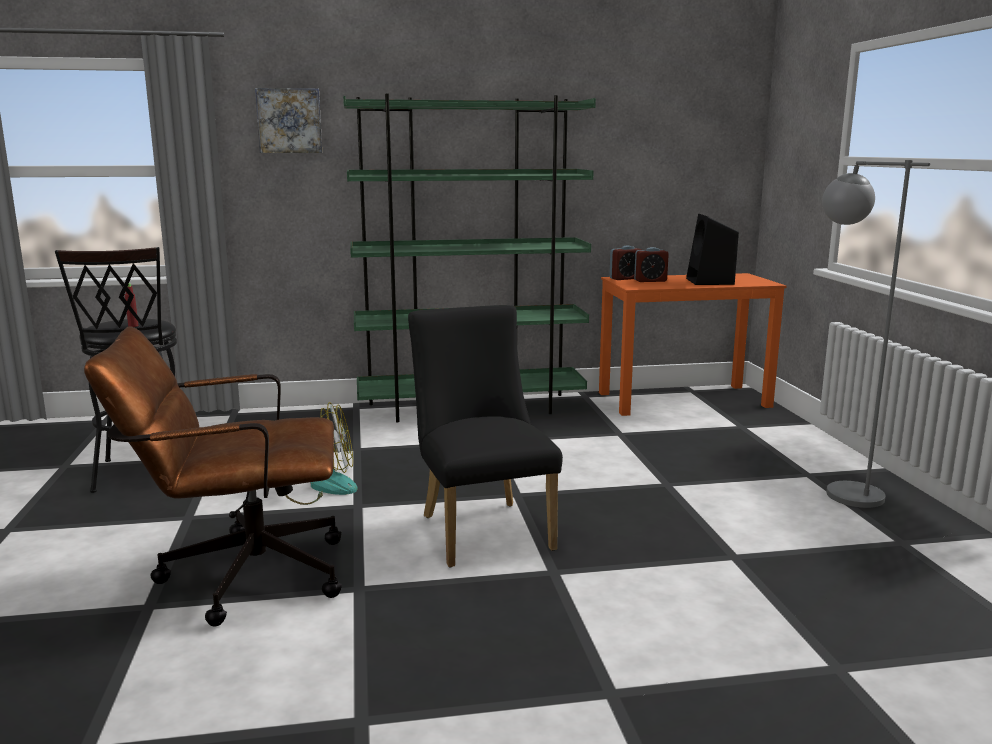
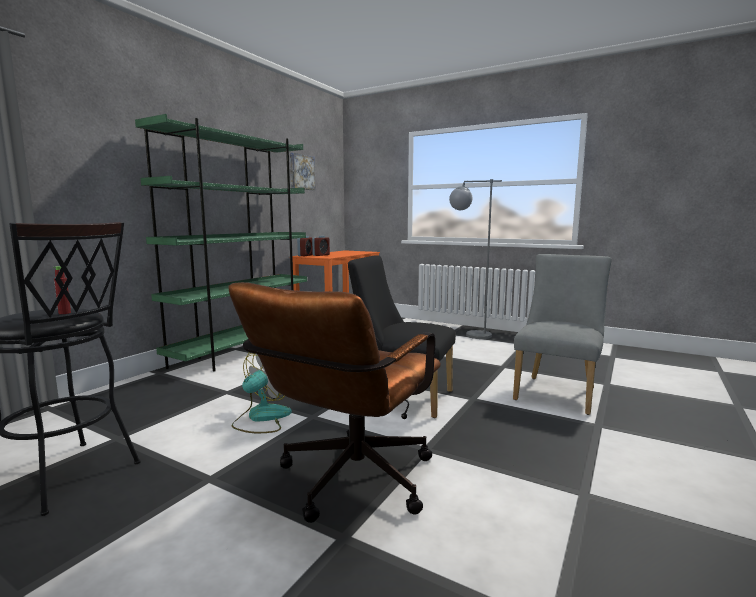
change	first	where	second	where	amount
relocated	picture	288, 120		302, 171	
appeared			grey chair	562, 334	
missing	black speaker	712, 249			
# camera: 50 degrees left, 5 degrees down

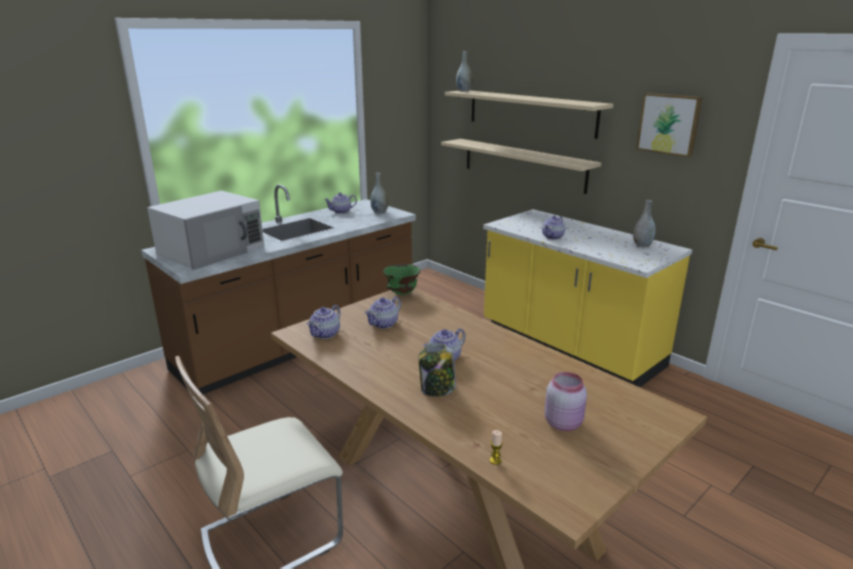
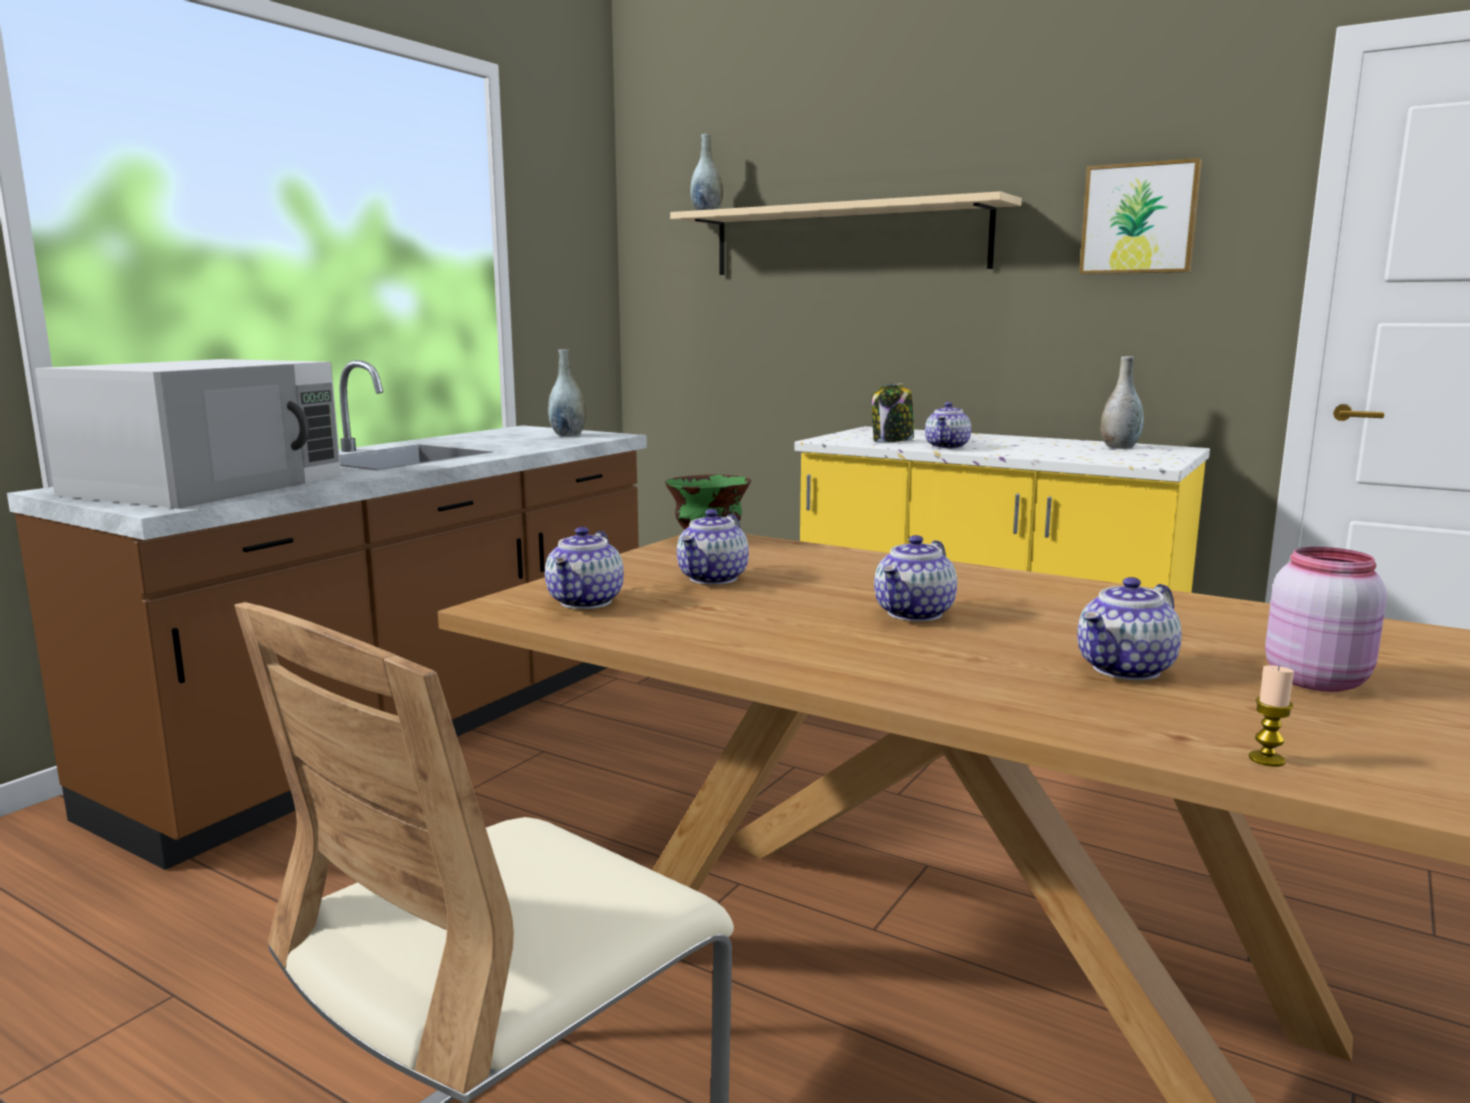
change	first	where	second	where	amount
relocated	jar	437, 370		892, 413	
relocated	teapot	340, 203		1129, 628	
missing	beige shelf	521, 166			
# camera: 15 degrees left, 10 degrees down

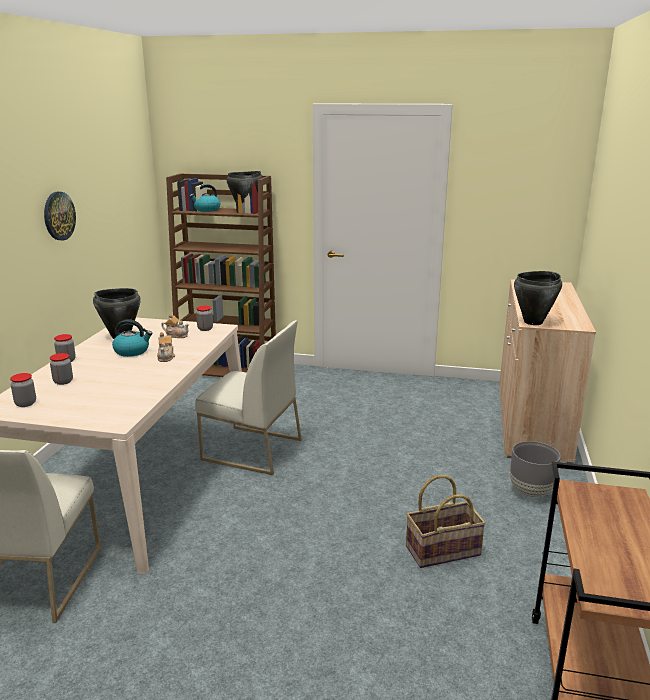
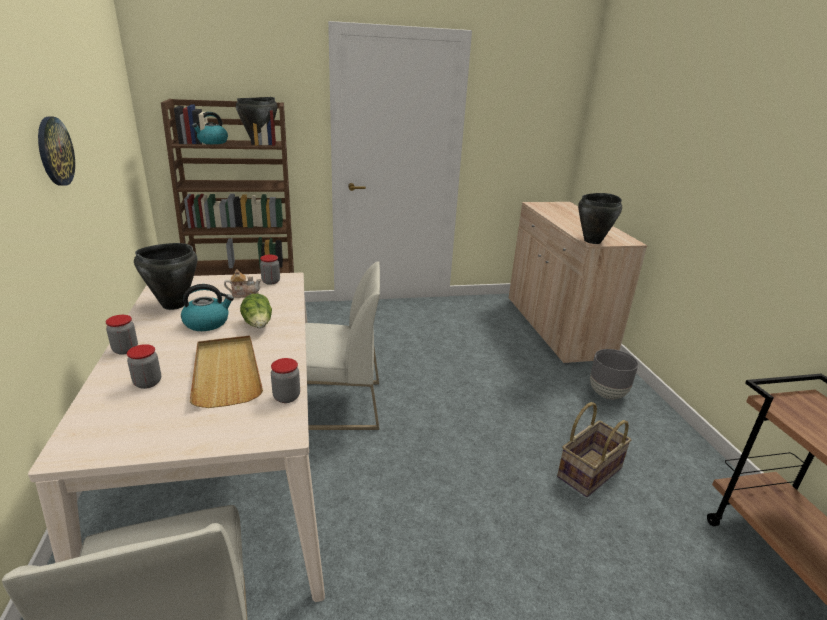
change	first	where	second	where	amount
appeared			beige tray	226, 371	
exchanged	teapot	166, 347	lettuce	256, 310	
relocated	jar	23, 390		285, 380	
# camera: 25 degrees left, 5 degrees up

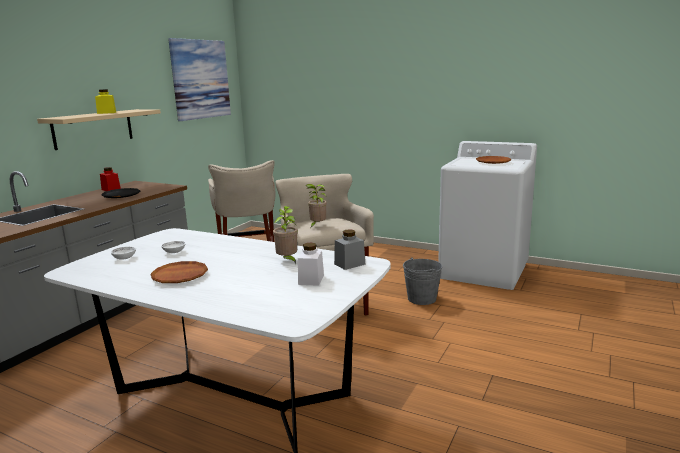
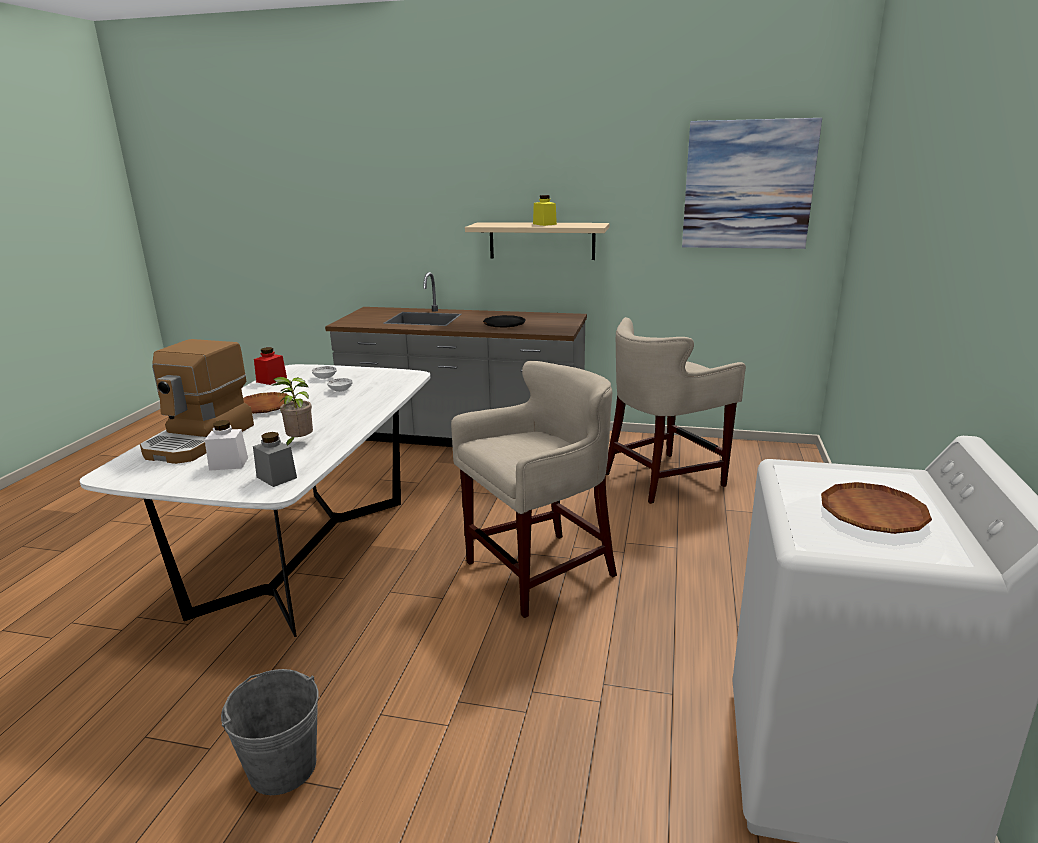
change	first	where	second	where	amount
appeared			coffee machine	197, 401	
relocated	grey bucket	423, 281		270, 732	
relocated	red jar	110, 179		270, 366	
missing	potted plant	316, 205			
# camera: 75 degrees right, 5 degrees up

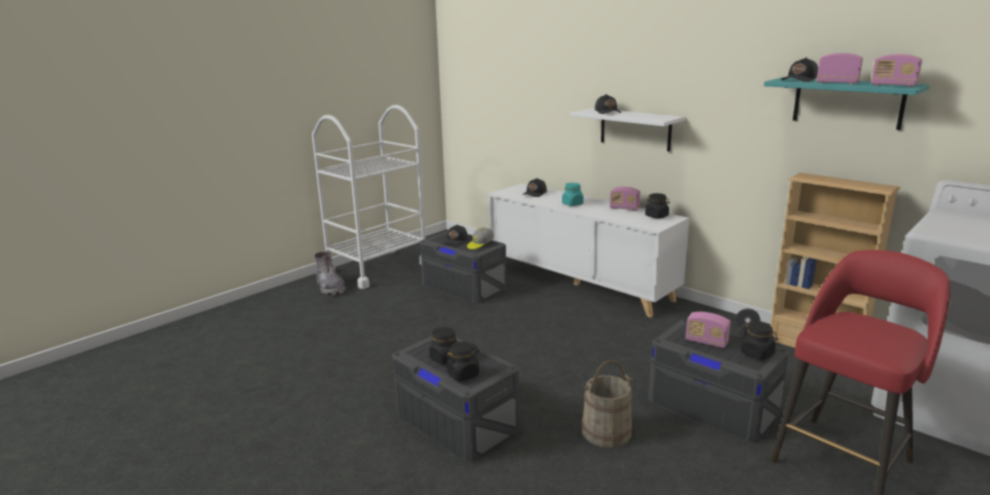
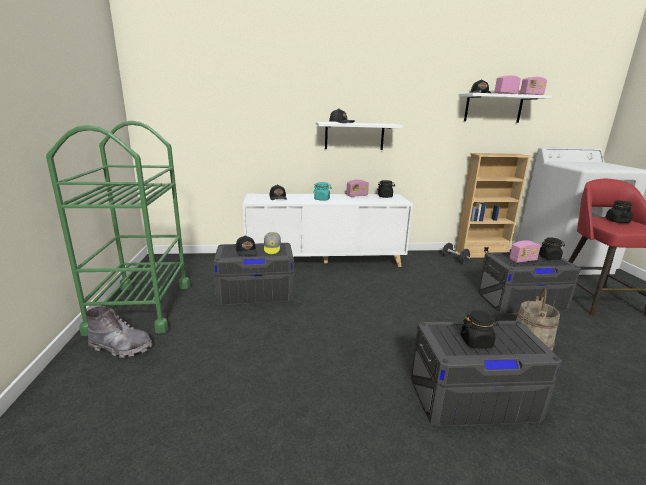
change	first	where	second	where	amount
colour	white cart	369, 197	green cart	118, 228	
colour	turquoise shelf	847, 103	white shelf	505, 108	
relocated	black jar	462, 361		619, 211	
# camera: 50 degrees left, 0 degrees up

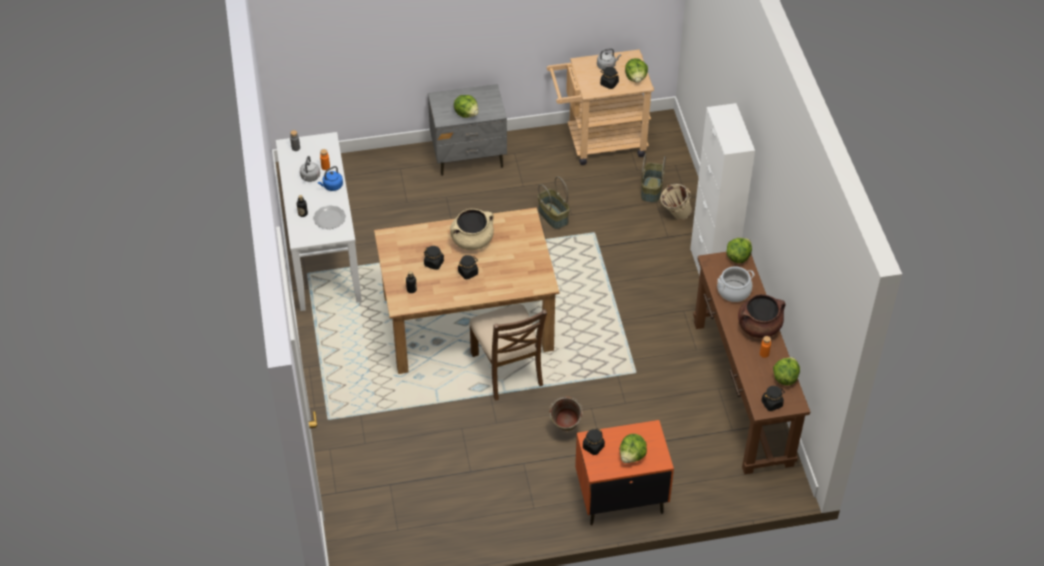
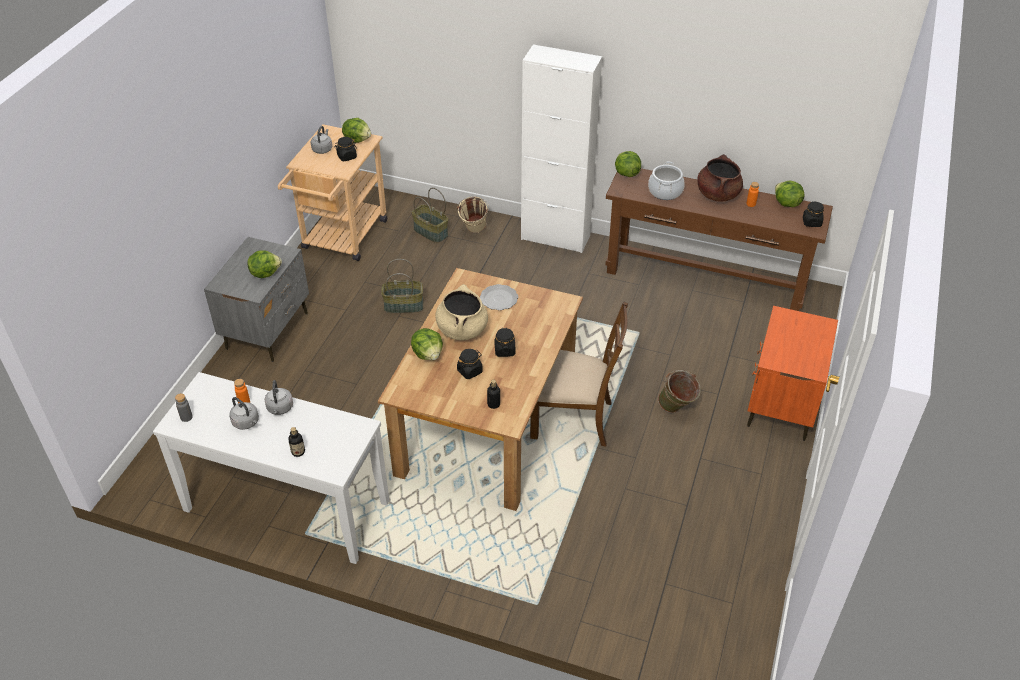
change	first	where	second	where	amount
colour	blue kettle	330, 178	grey kettle	279, 397	
relocated	lettuce	633, 448		427, 344	
relocated	plate	329, 217		499, 297	
missing	black jar	594, 441			
# camera: 60 degrees left, 5 degrees down

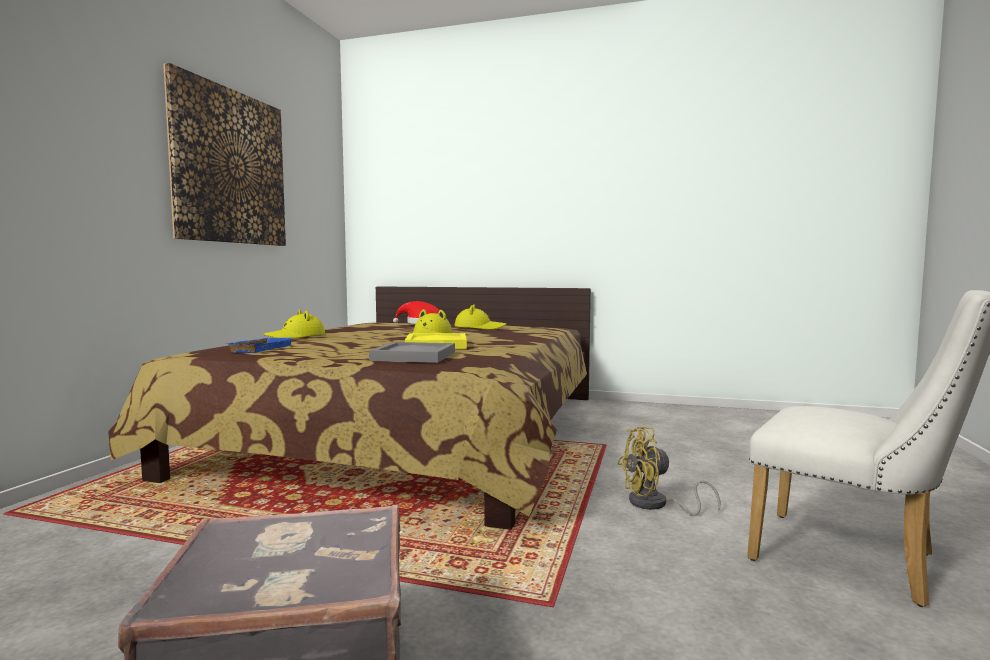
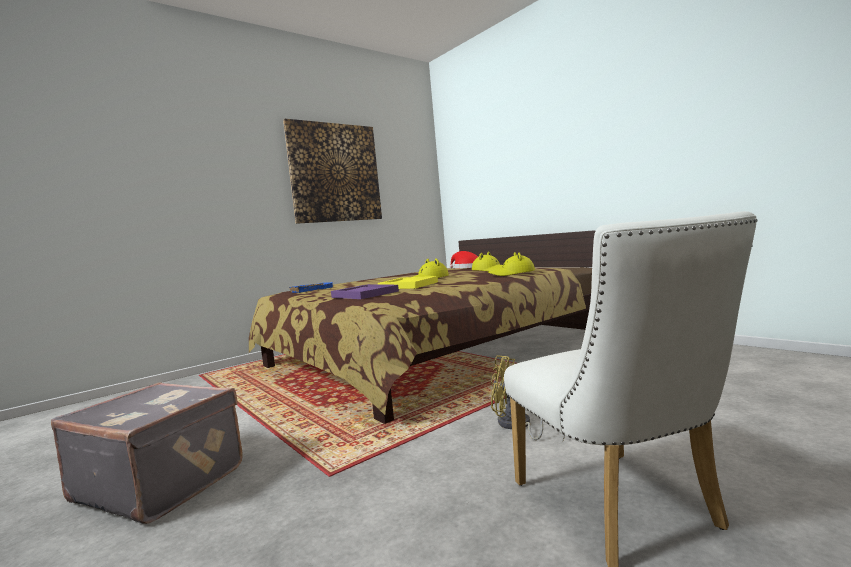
change	first	where	second	where	amount
colour	grey tray	412, 352	purple tray	365, 291	
relocated	yellow hat	294, 324		511, 264	
# camera: 35 degrees right, 0 degrees up

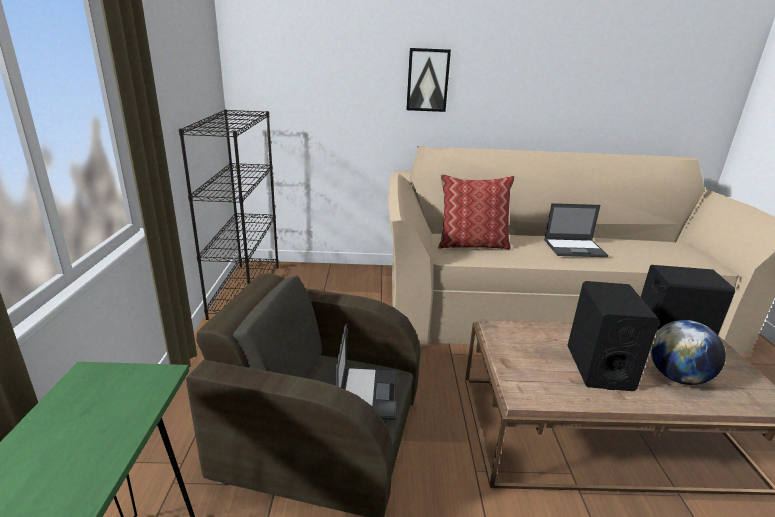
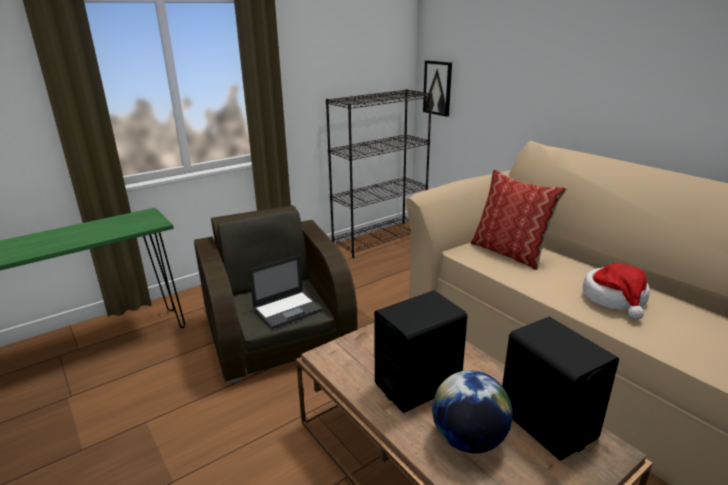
change	first	where	second	where	amount
relocated	picture	428, 80		437, 88	
exchanged	laptop	576, 230	hat	616, 291	
# camera: 55 degrees right, 0 degrees up

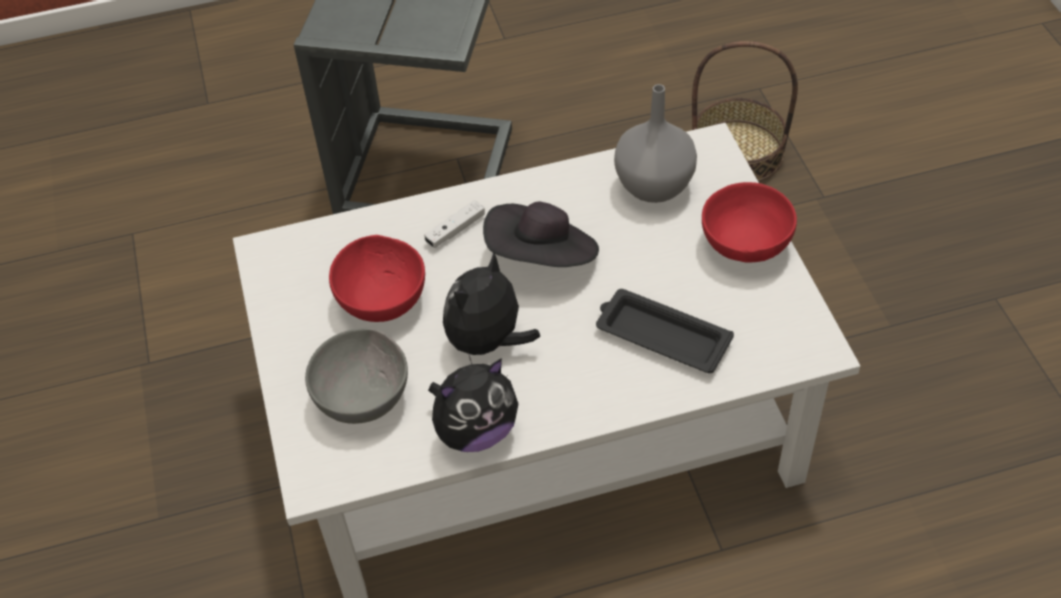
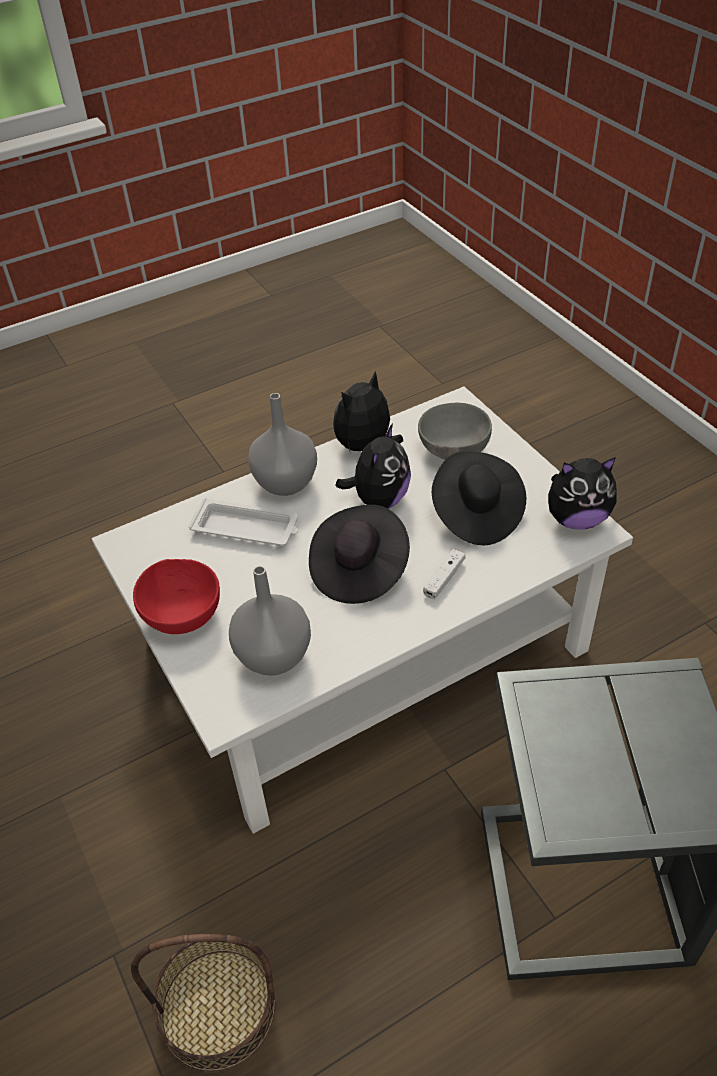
change	first	where	second	where	amount
colour	black tray	665, 331	white tray	243, 522	
appeared			grey vase	282, 444	
exchanged	red bowl	377, 278	black hat	479, 498	
appeared			plush toy	582, 493	
# camera: 165 degrees right, 5 degrees down

